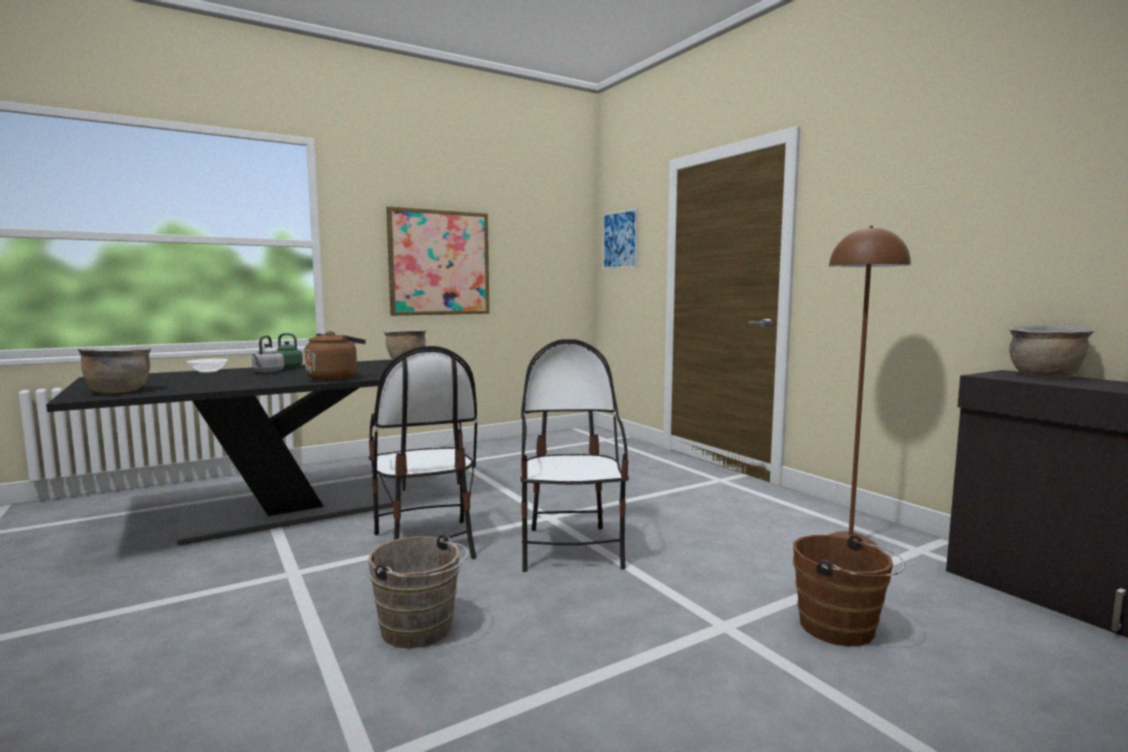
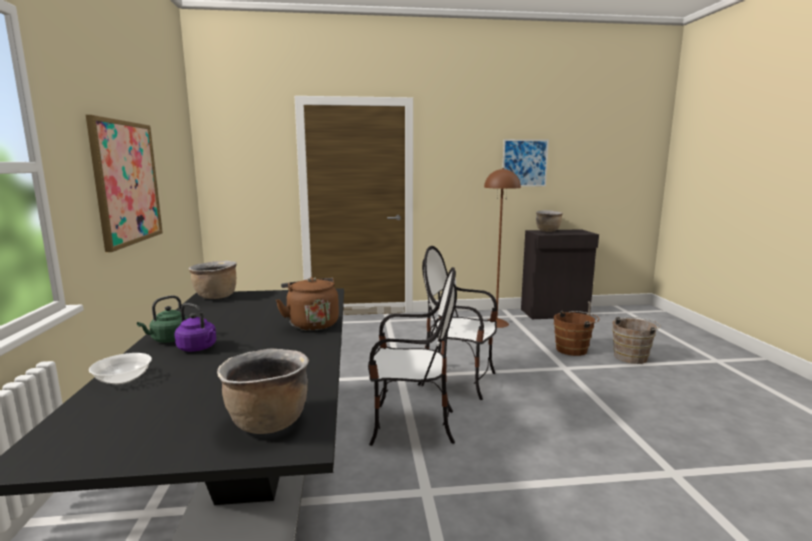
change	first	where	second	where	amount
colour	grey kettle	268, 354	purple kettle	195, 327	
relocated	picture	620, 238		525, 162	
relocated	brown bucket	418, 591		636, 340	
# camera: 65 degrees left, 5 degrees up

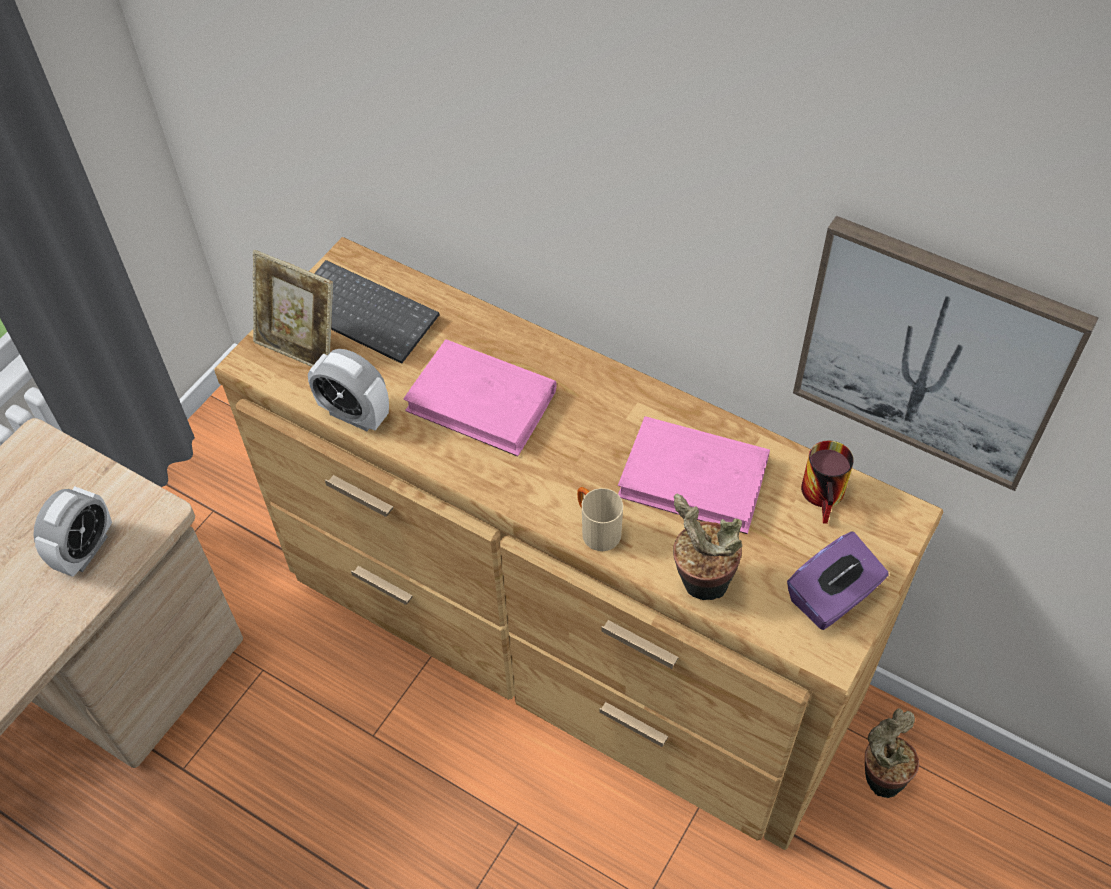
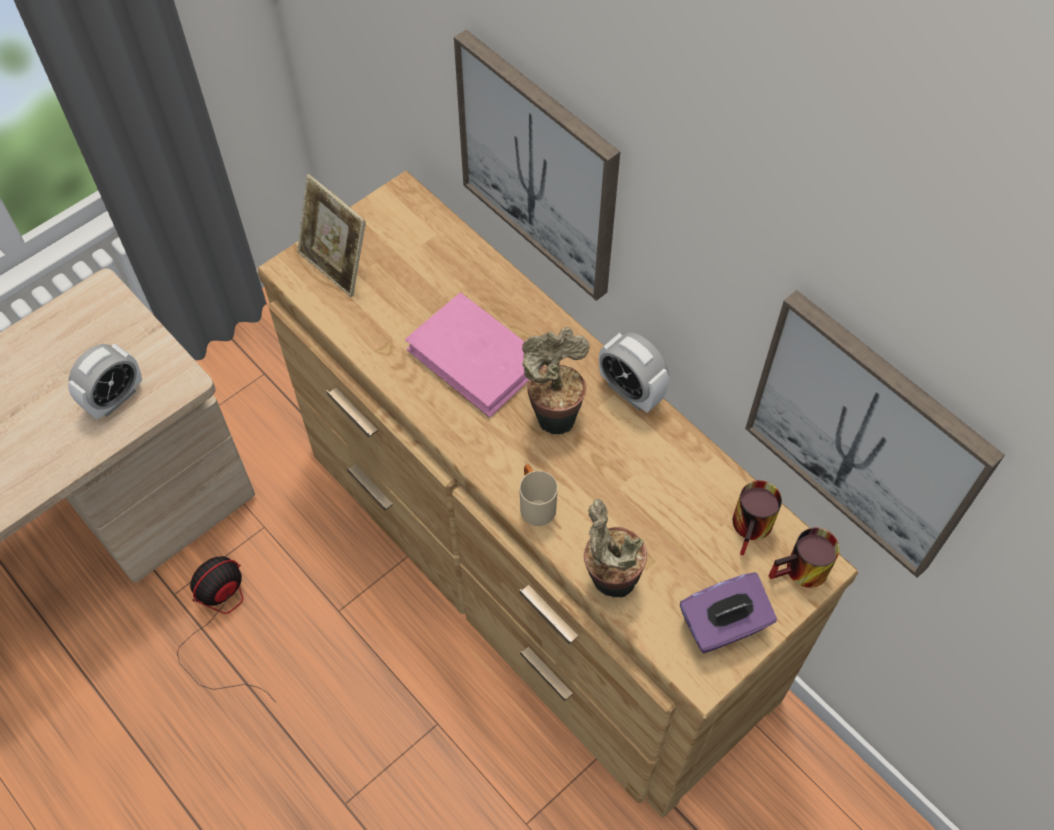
change	first	where	second	where	amount
appeared			fan	226, 628	
appeared			picture	537, 165	
relocated	potted plant	892, 753		556, 380	
relocated	alarm clock	348, 390		634, 372	
appeared			mug	804, 557	
missing	keyboard	376, 312			
missing	pink book	694, 475			
# camera: 15 degrees right, 5 degrees up

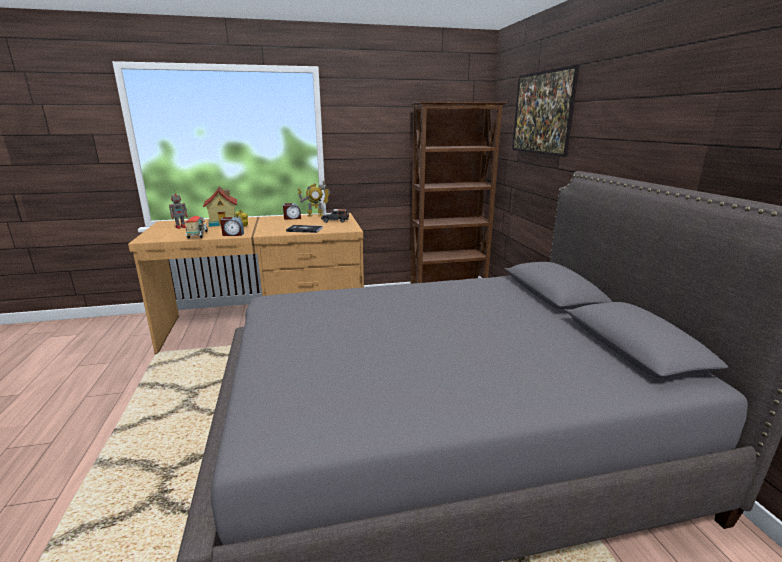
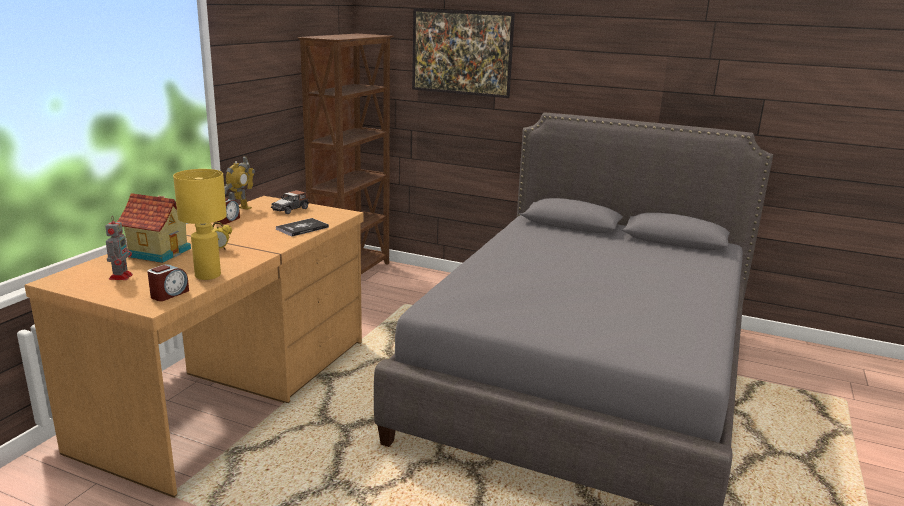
change	first	where	second	where	amount
relocated	alarm clock	232, 226		168, 282	
exchanged	toy truck	196, 227	yellow table lamp	200, 224	
# camera: 55 degrees left, 0 degrees up

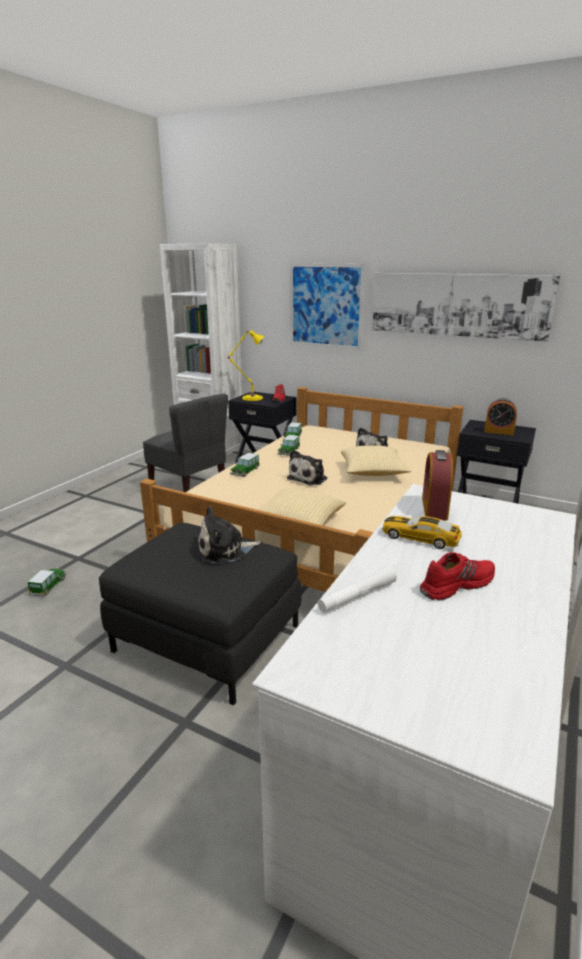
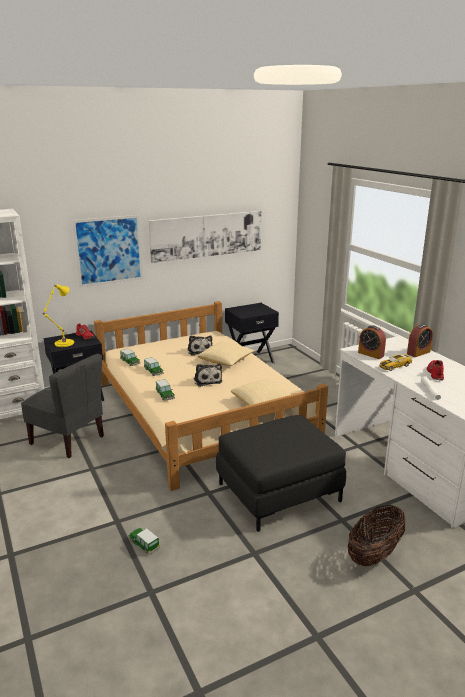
change	first	where	second	where	amount
spun	grey chair	185, 443		62, 406	45 degrees clockwise
appeared			basket	376, 535	
relocated	alarm clock	500, 416		420, 340	
missing	plush toy	229, 535			
# camera: 55 degrees left, 0 degrees up

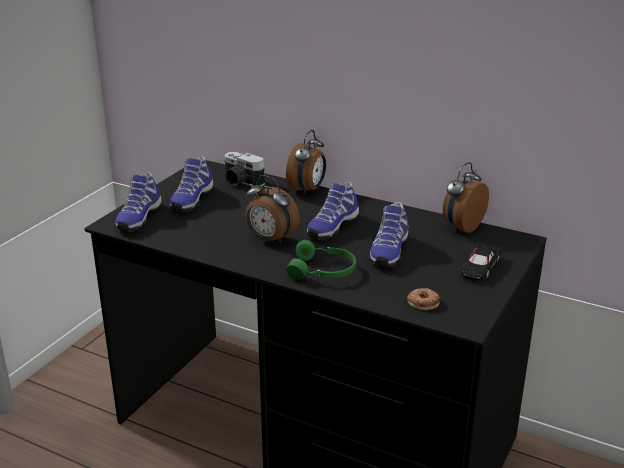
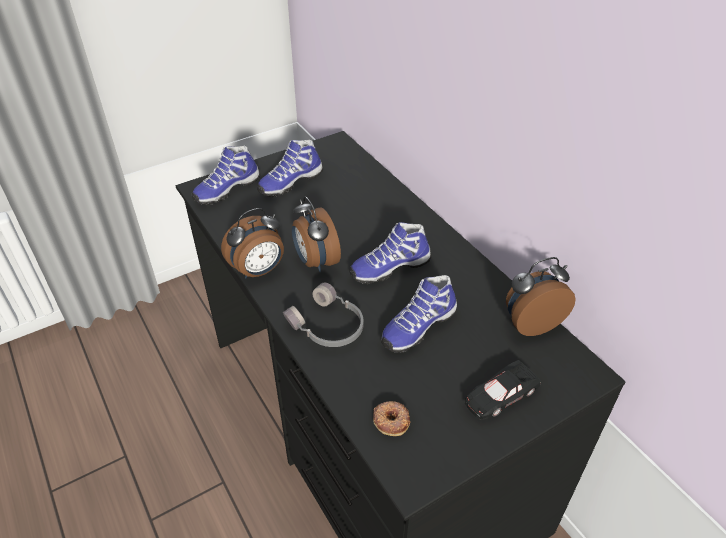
change	first	where	second	where	amount
relocated	alarm clock	306, 162		252, 243	
colour	green headphones	321, 260	grey headphones	323, 314	
missing	photo camera	244, 169			
# camera: 30 degrees right, 15 degrees up

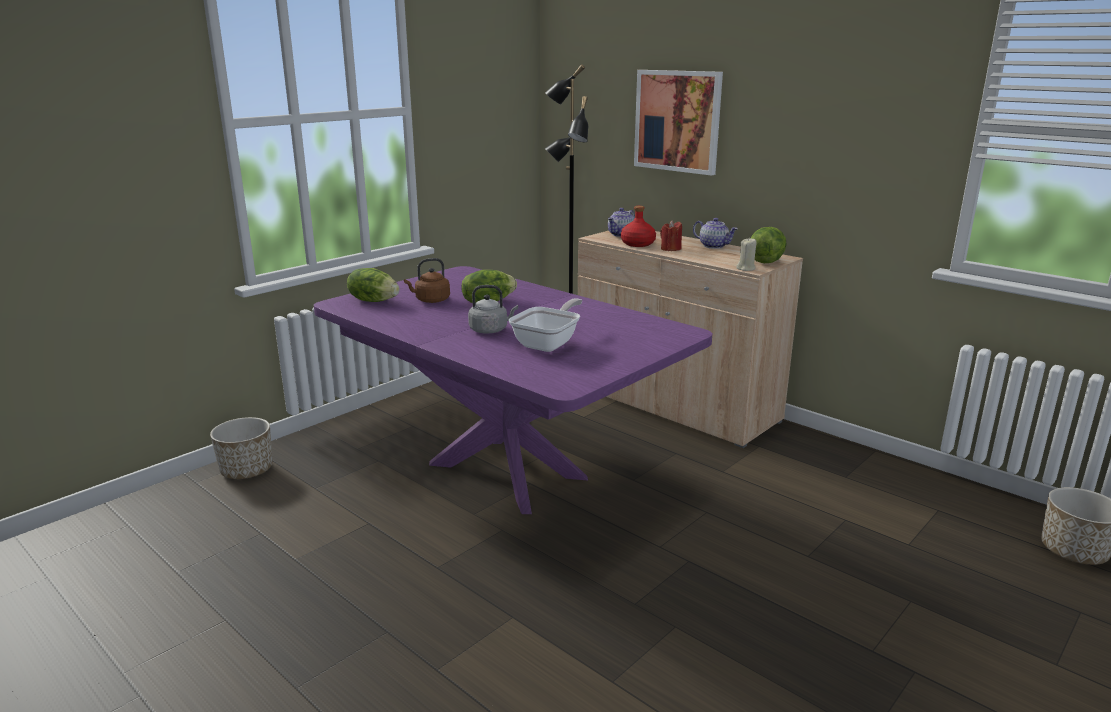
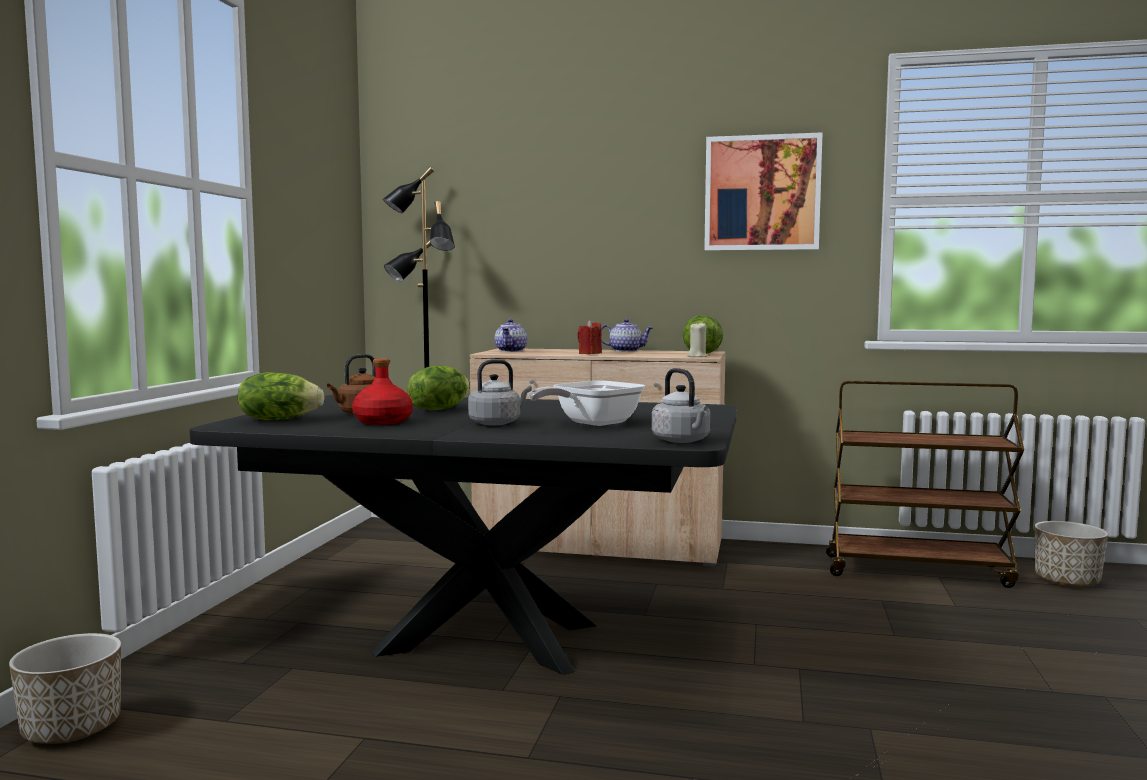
change	first	where	second	where	amount
colour	purple dining table	513, 390	black dining table	463, 535	
relocated	red bottle	638, 226		382, 391	
spun	frying pan	545, 325		587, 403	135 degrees counterclockwise
appeared			grey kettle	681, 405	
relocated	picture	678, 123		763, 191	
appeared			brown cart	925, 484	
# camera: 30 degrees left, 15 degrees down

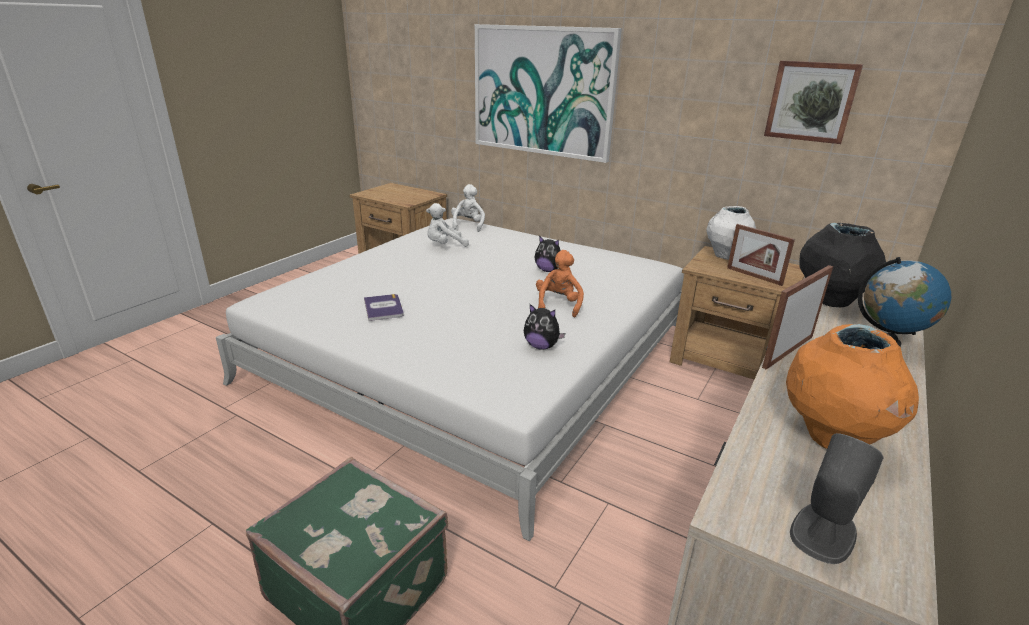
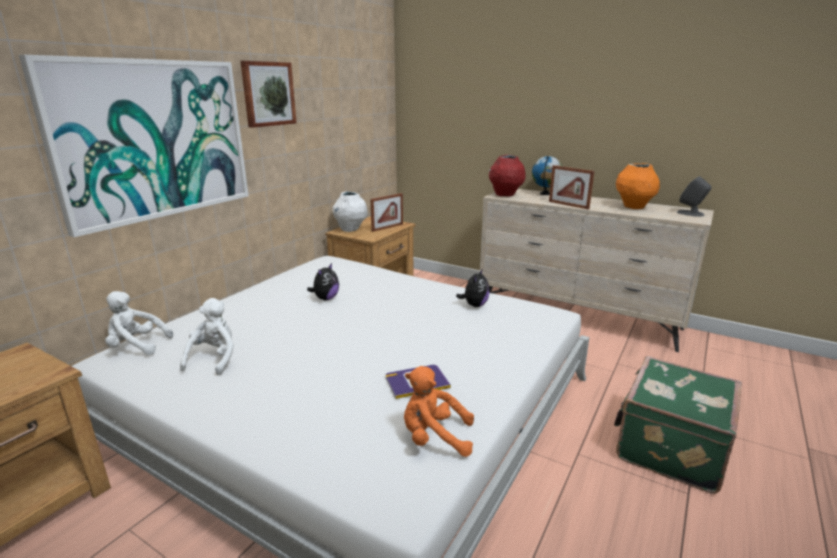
change	first	where	second	where	amount
spun	white plush toy	447, 225		207, 336	150 degrees counterclockwise
relocated	picture	813, 102		268, 94	
relocated	orange plush toy	560, 283		439, 411	
colour	black vase	842, 265	red vase	507, 176	
# camera: 90 degrees left, 5 degrees down

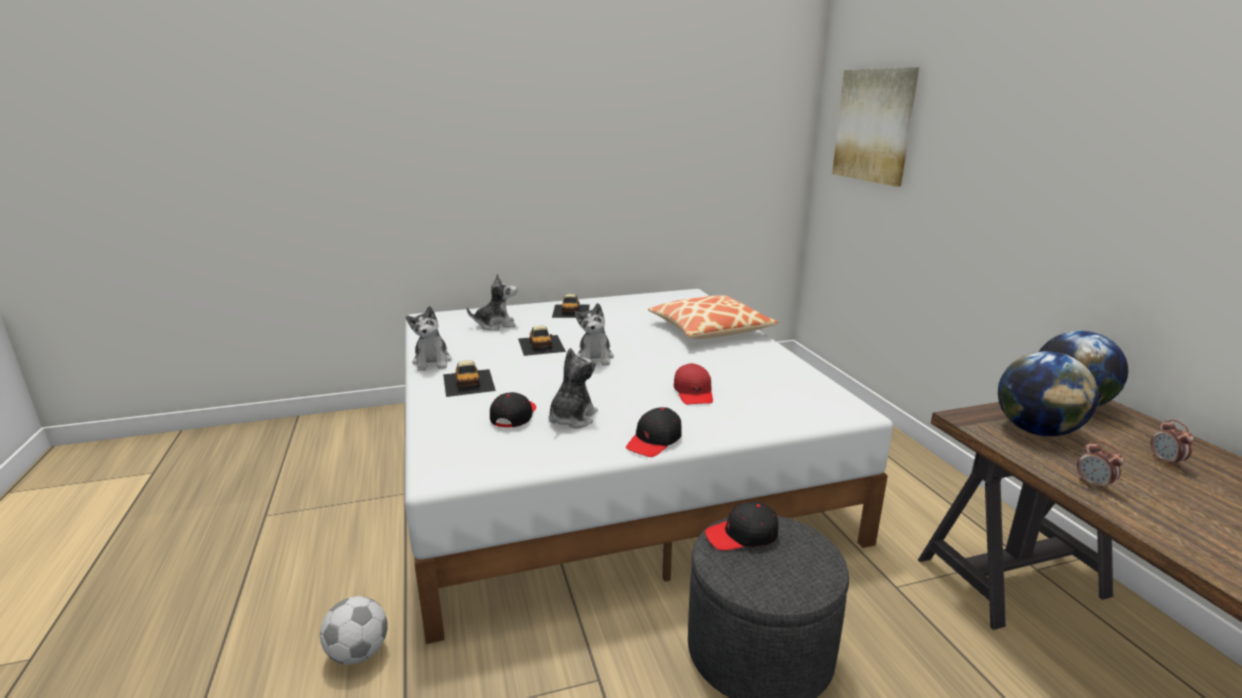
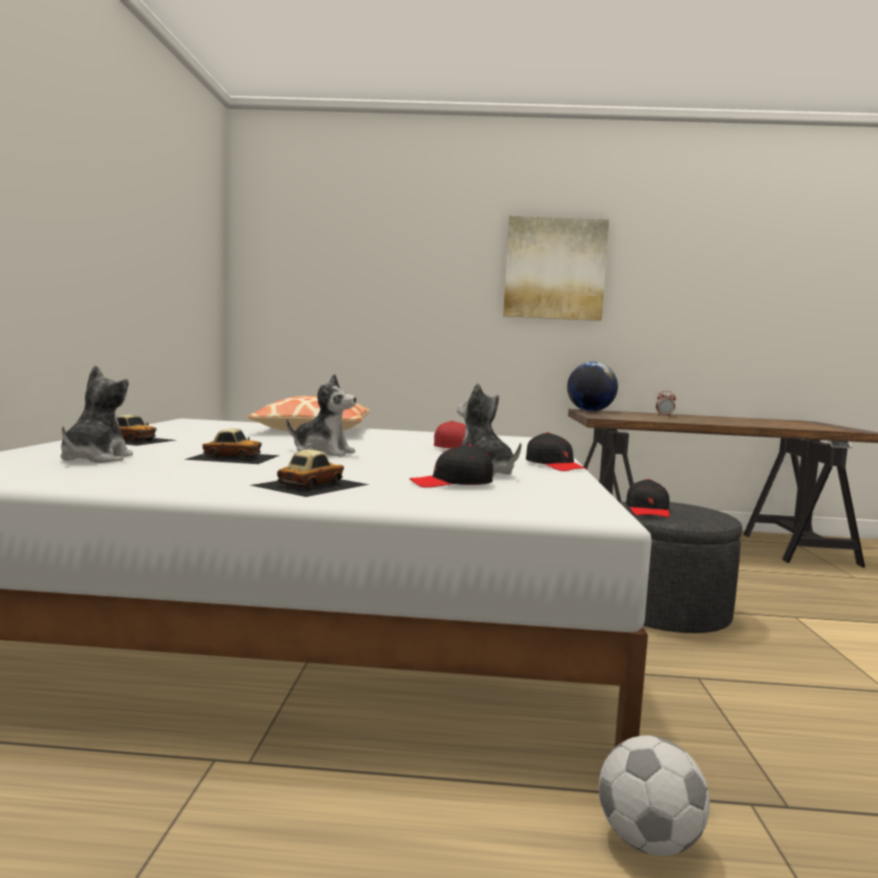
change	first	where	second	where	amount
spun	toy car	469, 378		309, 473	60 degrees counterclockwise
spun	black cap	513, 409		451, 466	45 degrees counterclockwise
relocated	picture	875, 127		556, 268	
missing	plush toy	429, 338			
missing	globe	1048, 393			
missing	alarm clock	1100, 466			
# camera: 70 degrees left, 15 degrees down

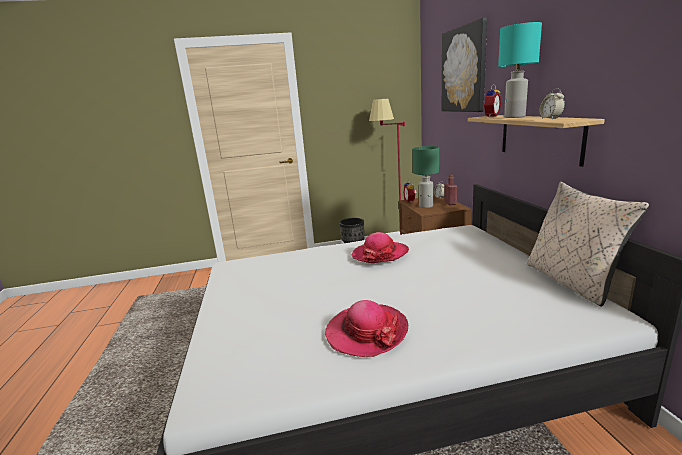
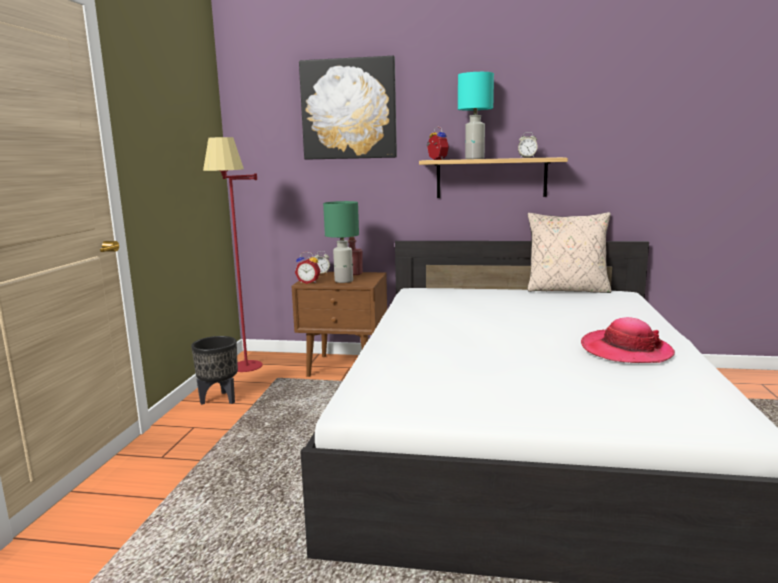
change	first	where	second	where	amount
missing	hat	380, 247			
# camera: 70 degrees left, 5 degrees down

